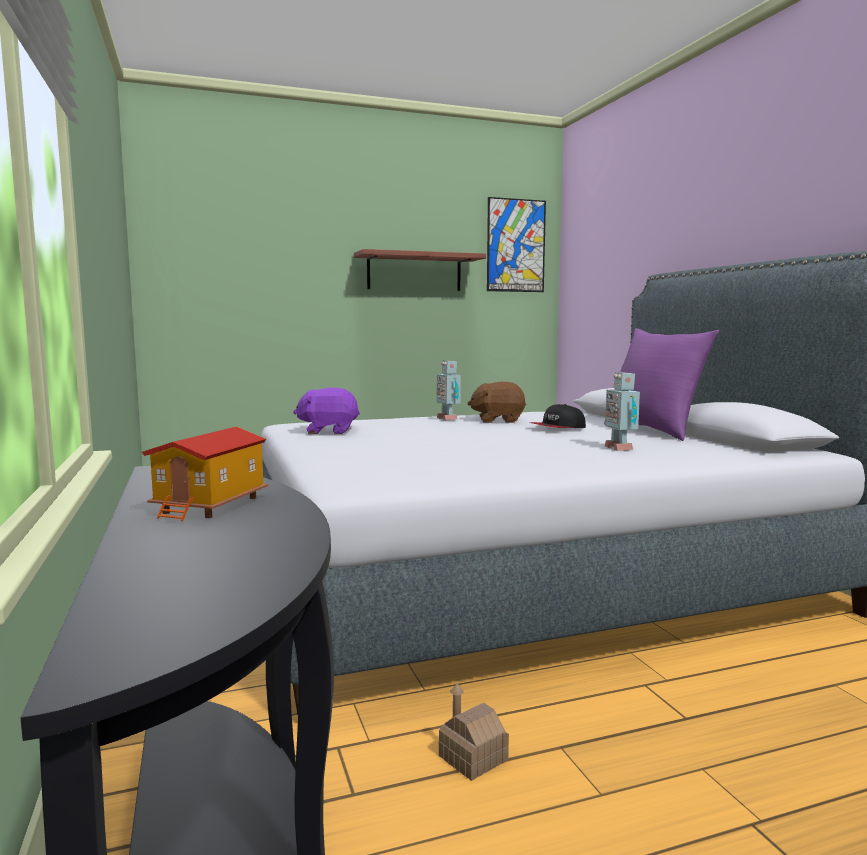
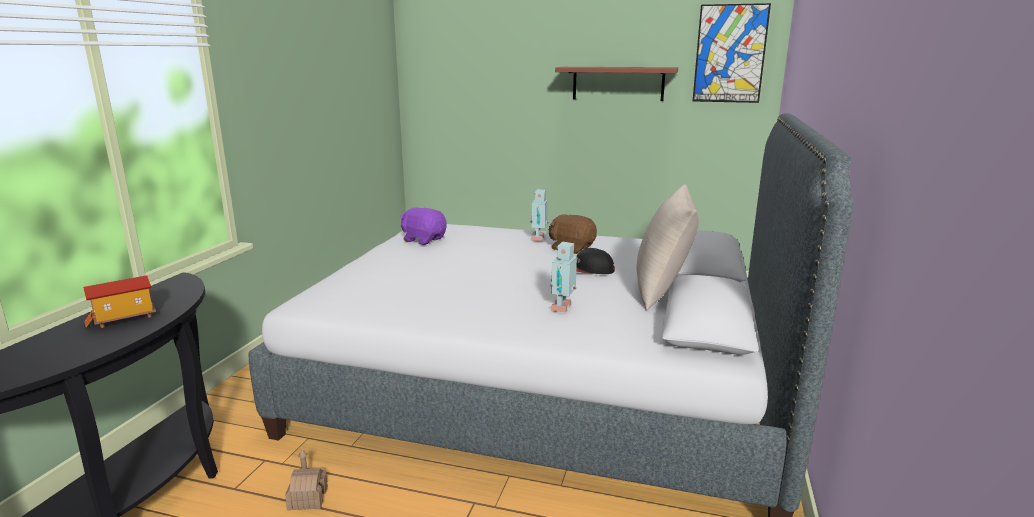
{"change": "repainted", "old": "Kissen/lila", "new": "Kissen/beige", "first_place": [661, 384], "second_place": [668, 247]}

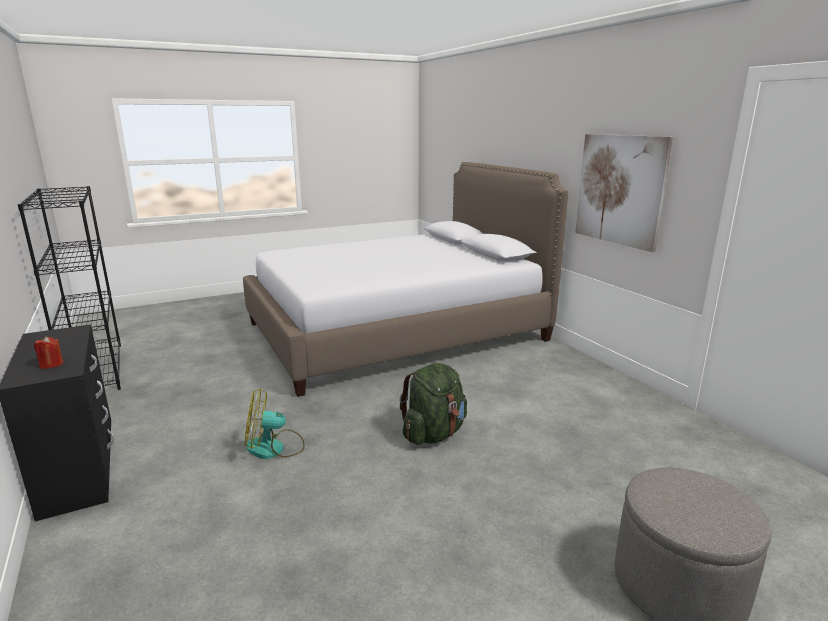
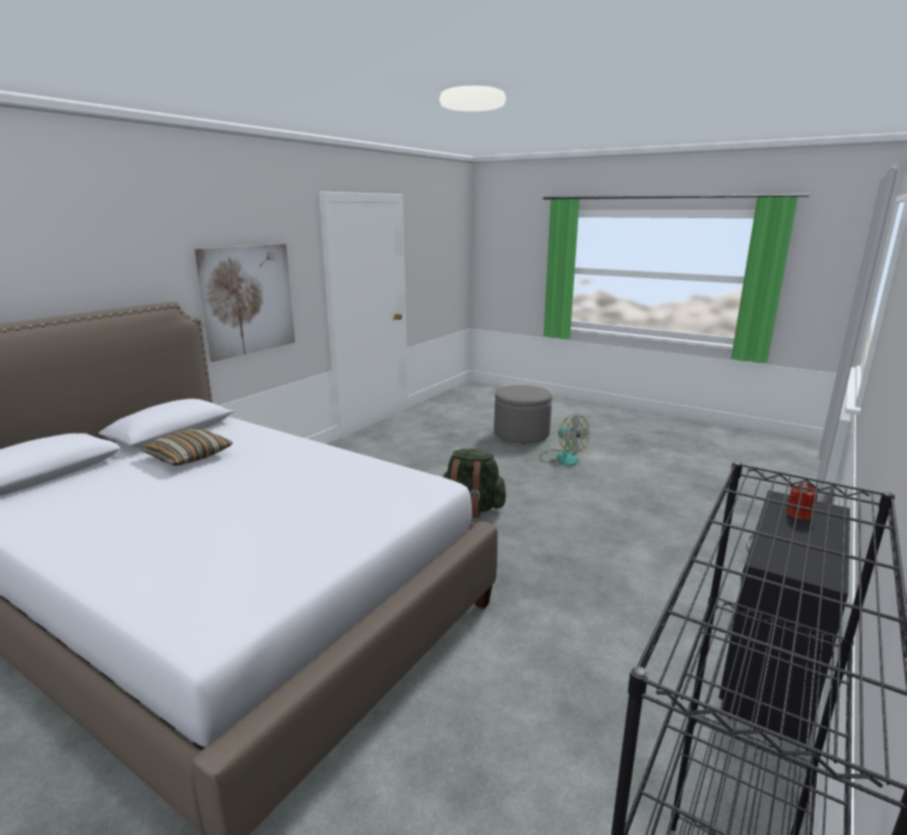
{"change": "shifted", "old": "Ventilator", "first_place": [275, 424], "second_place": [565, 440]}
{"change": "new", "new": "Kissen", "second_place": [186, 447]}

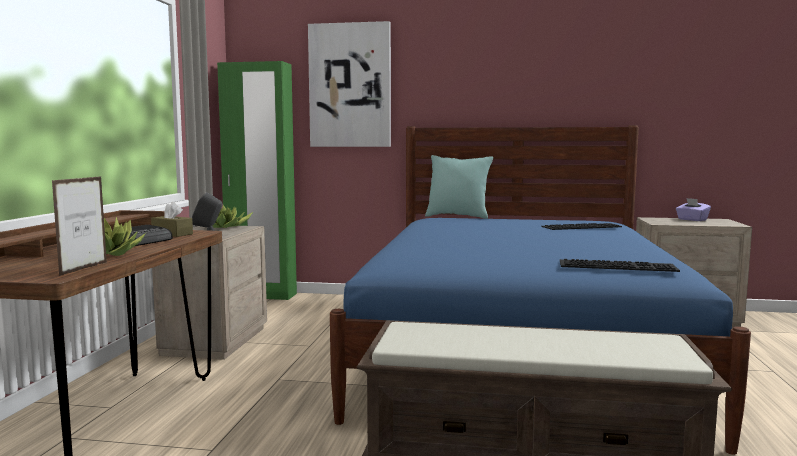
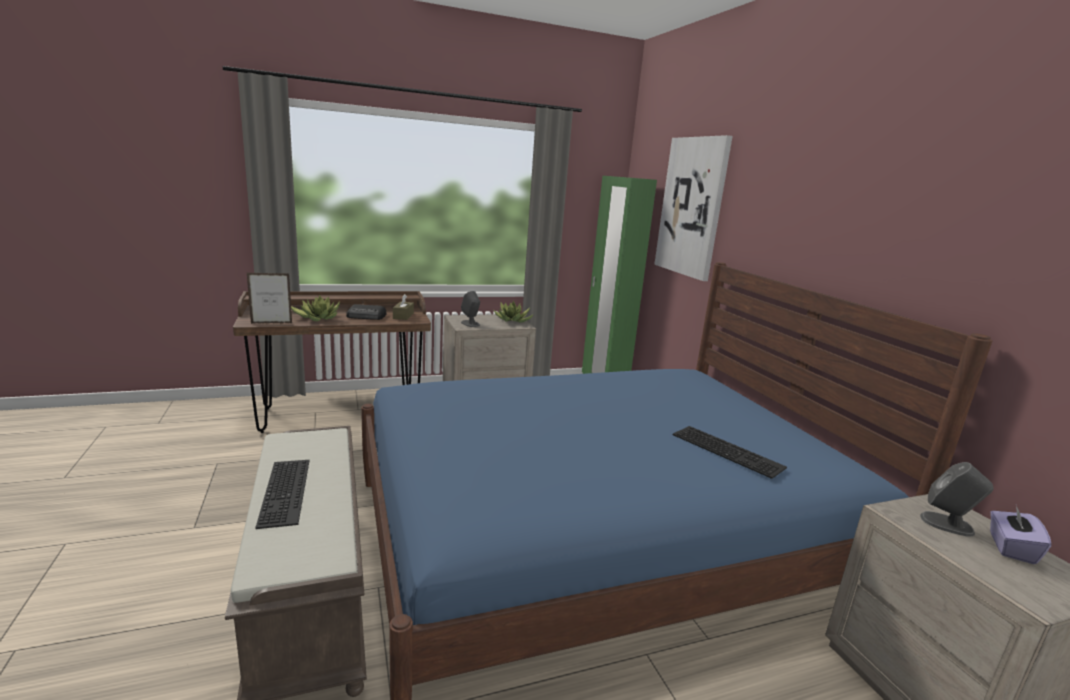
{"change": "gone", "old": "Kissen/türkis", "first_place": [459, 187]}
{"change": "shifted", "old": "Tastatur", "first_place": [620, 265], "second_place": [282, 494]}
{"change": "new", "new": "Lautsprecher/grau", "second_place": [957, 499]}

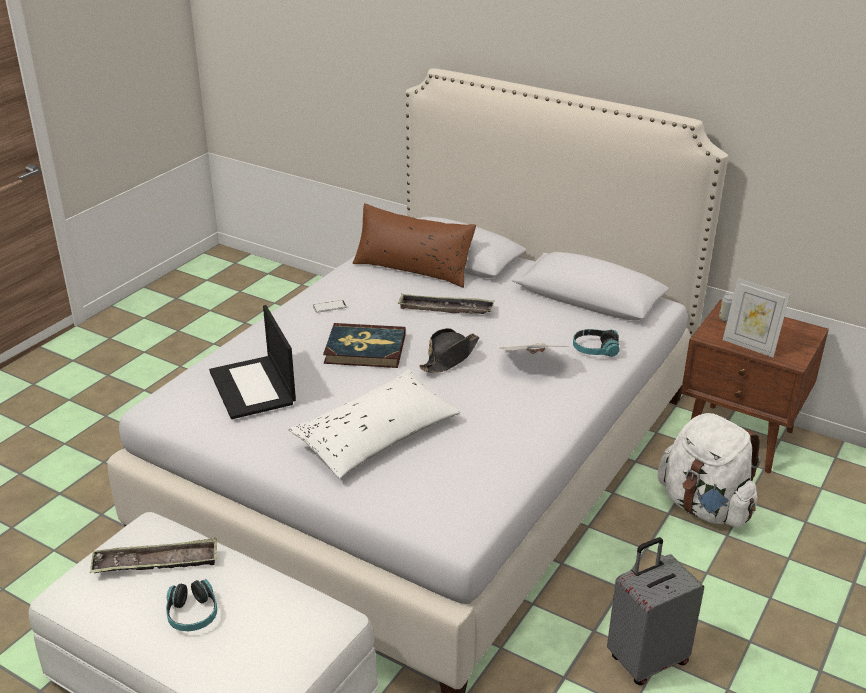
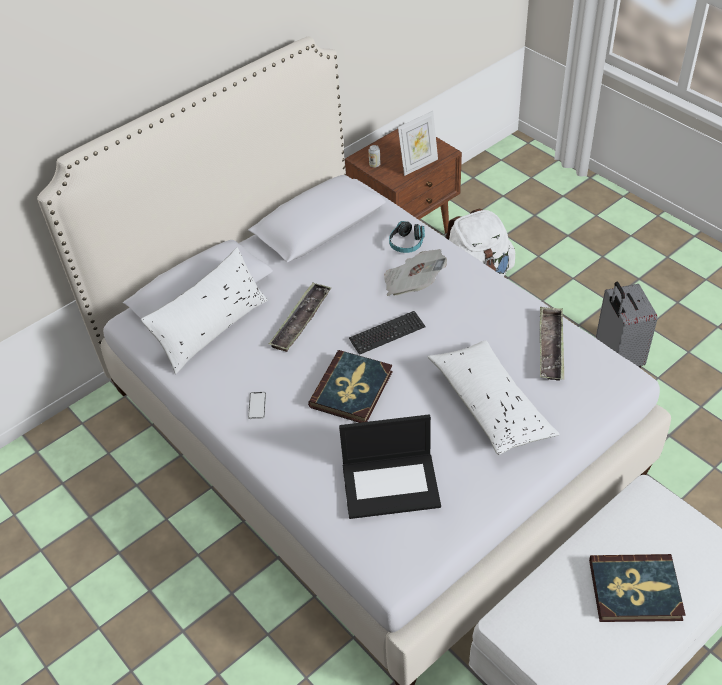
{"change": "repainted", "old": "Kissen/braun", "new": "Kissen/weiß", "first_place": [414, 245], "second_place": [204, 310]}
{"change": "swapped", "old": "Hut/schwarz", "new": "Tastatur", "first_place": [449, 350], "second_place": [387, 333]}
{"change": "shifted", "old": "Tablett", "first_place": [153, 555], "second_place": [552, 344]}
{"change": "swapped", "old": "Kopfhörer", "new": "Buch", "first_place": [191, 605], "second_place": [637, 588]}

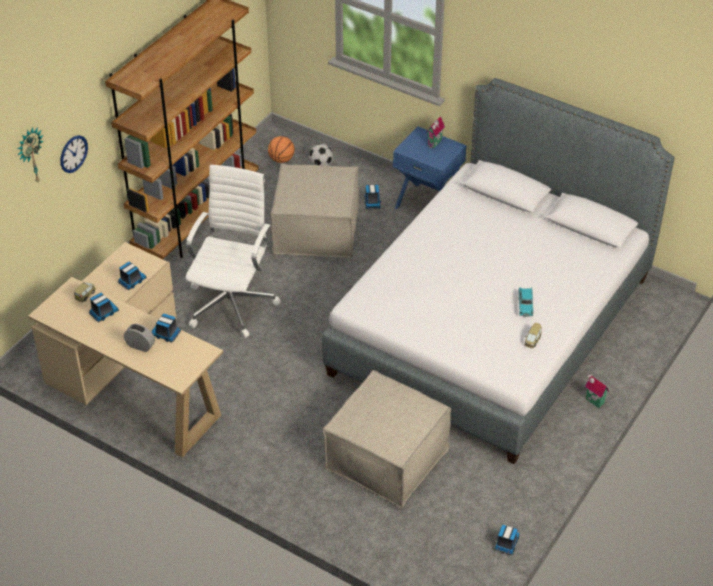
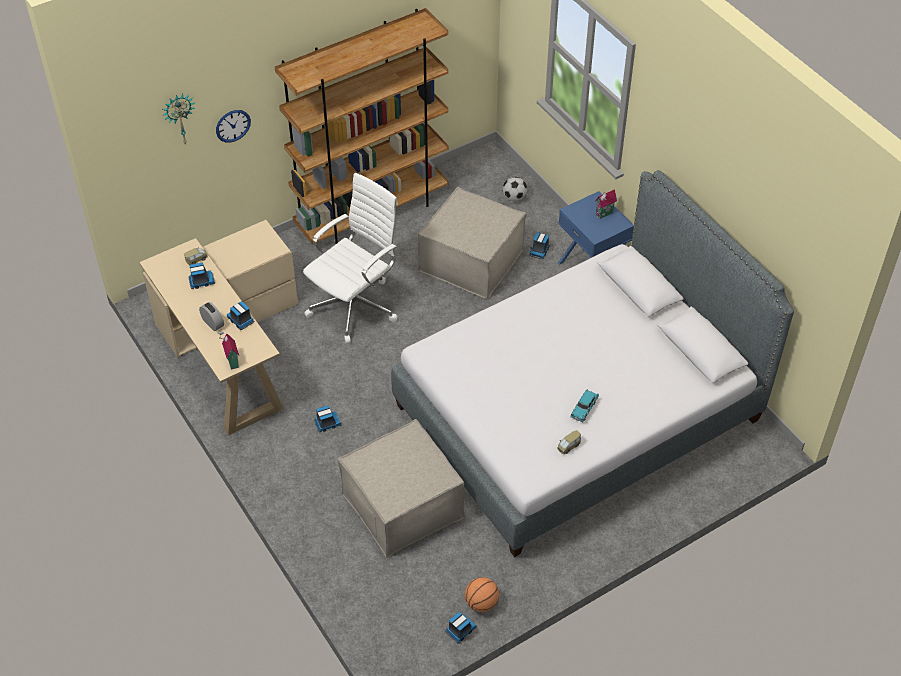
{"change": "shifted", "old": "Basketball", "first_place": [281, 149], "second_place": [482, 594]}
{"change": "shifted", "old": "Spielzeuglaster", "first_place": [132, 276], "second_place": [327, 419]}
{"change": "shifted", "old": "Spielzeughaus", "first_place": [597, 390], "second_place": [228, 349]}

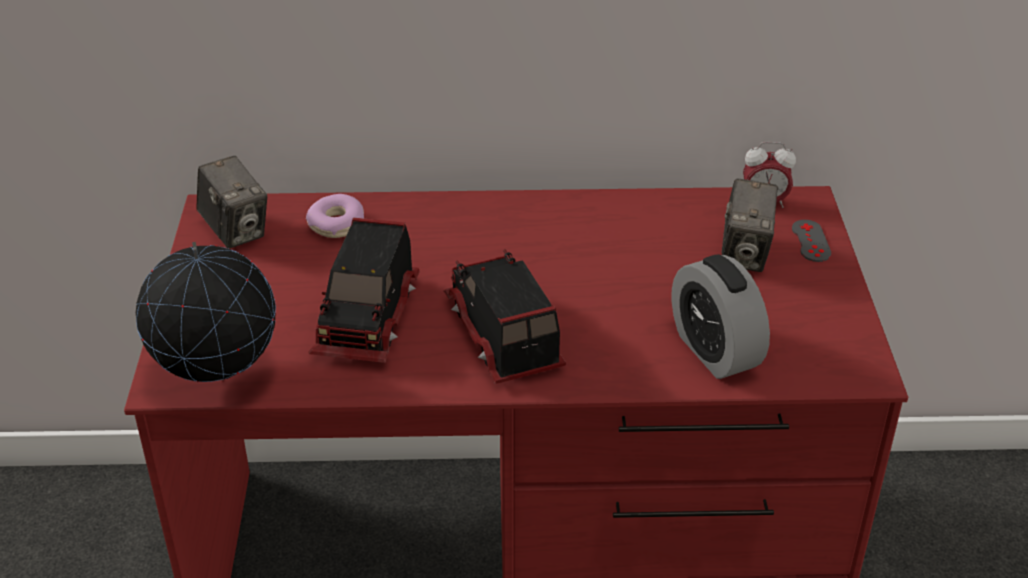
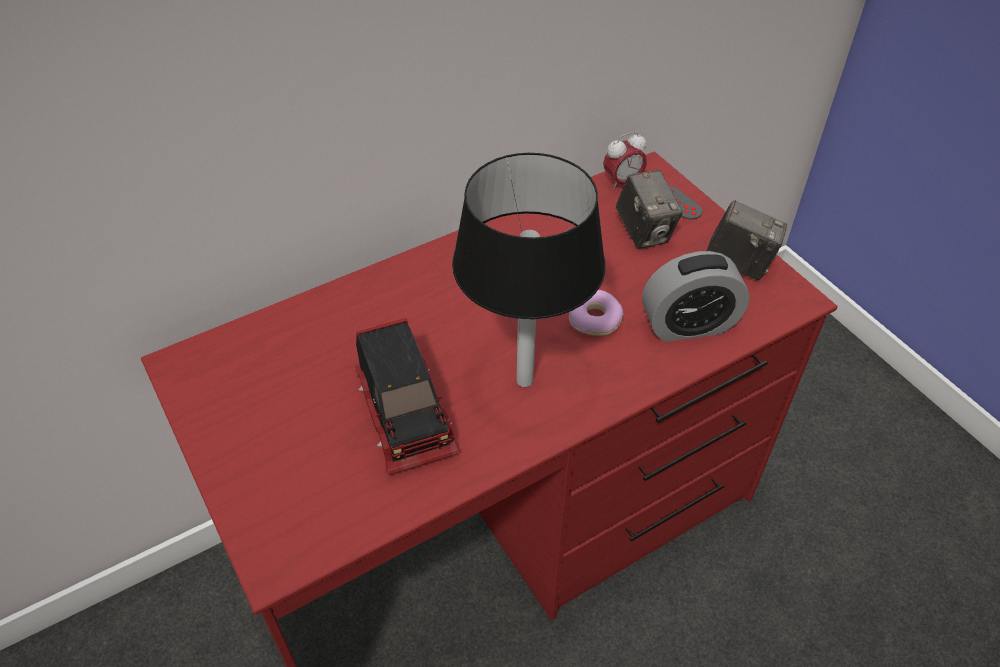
{"change": "shifted", "old": "Kamera", "first_place": [232, 202], "second_place": [746, 240]}
{"change": "shifted", "old": "Donut", "first_place": [335, 216], "second_place": [596, 313]}
{"change": "gone", "old": "Globus", "first_place": [206, 312]}
{"change": "swapped", "old": "Spielzeuglaster", "new": "Tischlampe/schwarz", "first_place": [505, 316], "second_place": [529, 270]}
{"change": "rotated", "old": "Wecker", "first_place": [721, 317], "second_place": [696, 296], "degrees": -45}

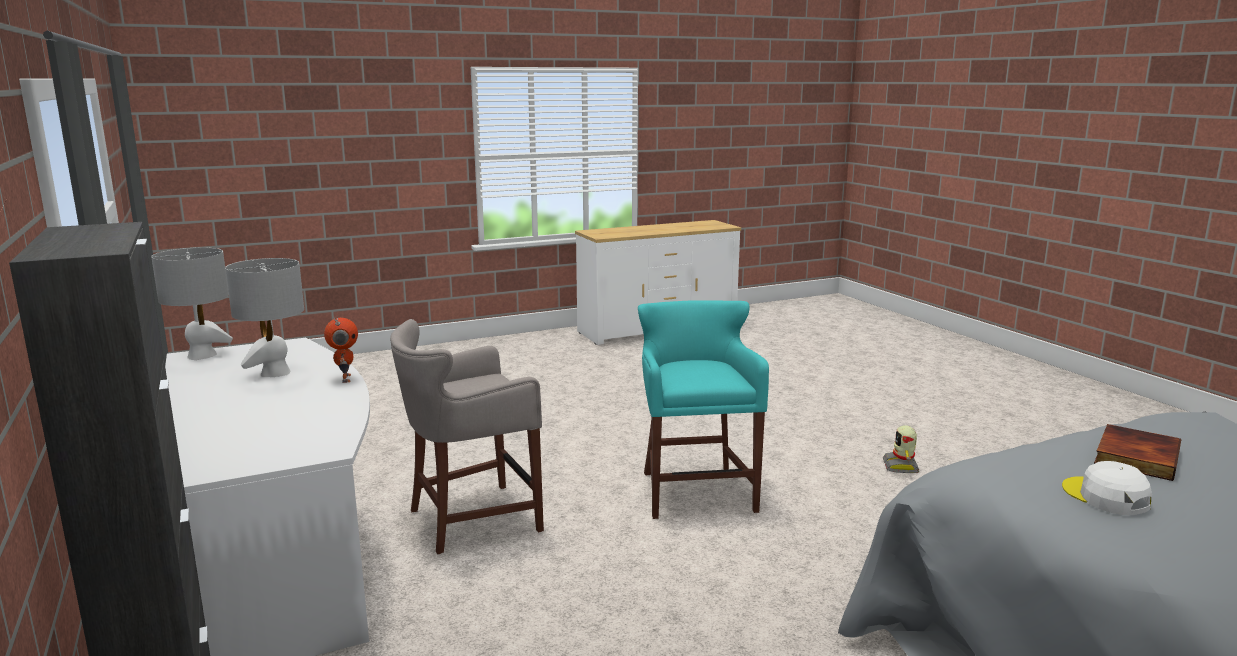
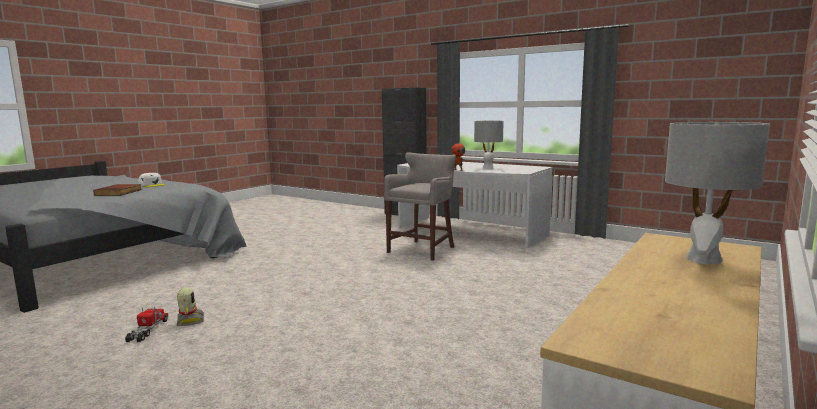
{"change": "shifted", "old": "Tischlampe/grau", "first_place": [192, 303], "second_place": [717, 193]}
{"change": "gone", "old": "Hocker/türkis", "first_place": [703, 409]}
{"change": "new", "new": "Spielzeuglaster", "second_place": [146, 324]}

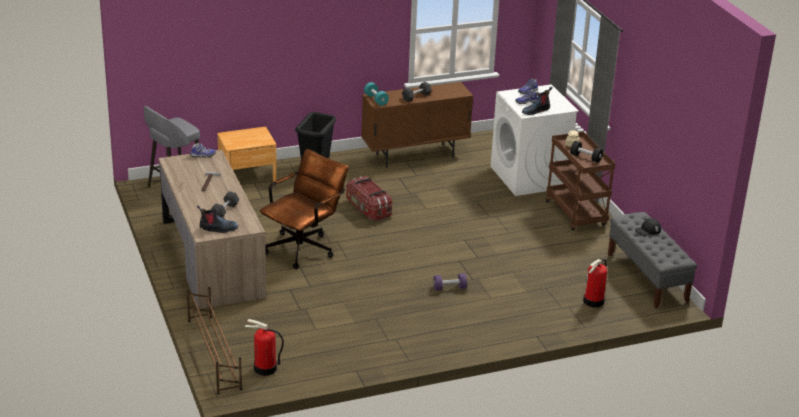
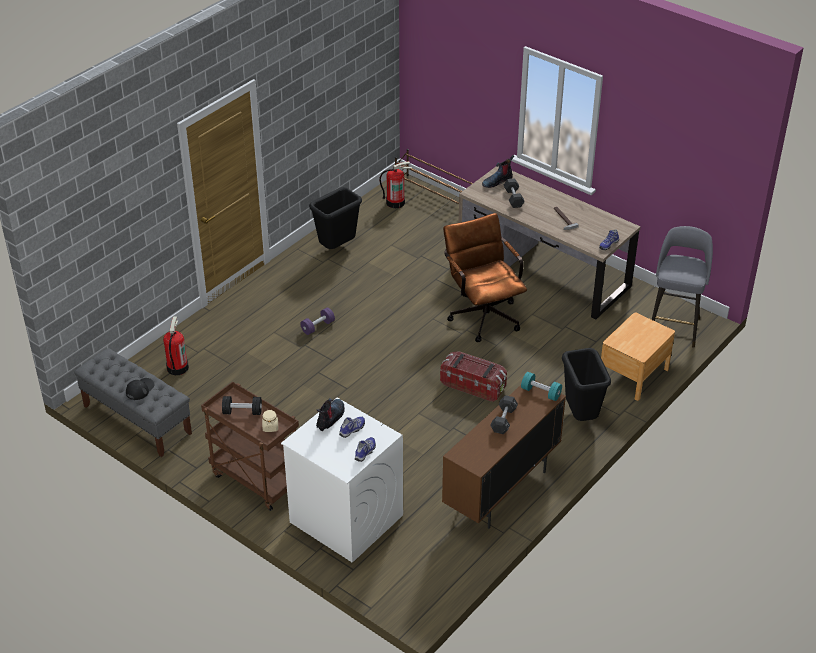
{"change": "rotated", "old": "Bürostuhl/braun", "first_place": [304, 209], "second_place": [485, 277], "degrees": 150}
{"change": "new", "new": "Mülleimer/schwarz", "second_place": [335, 218]}

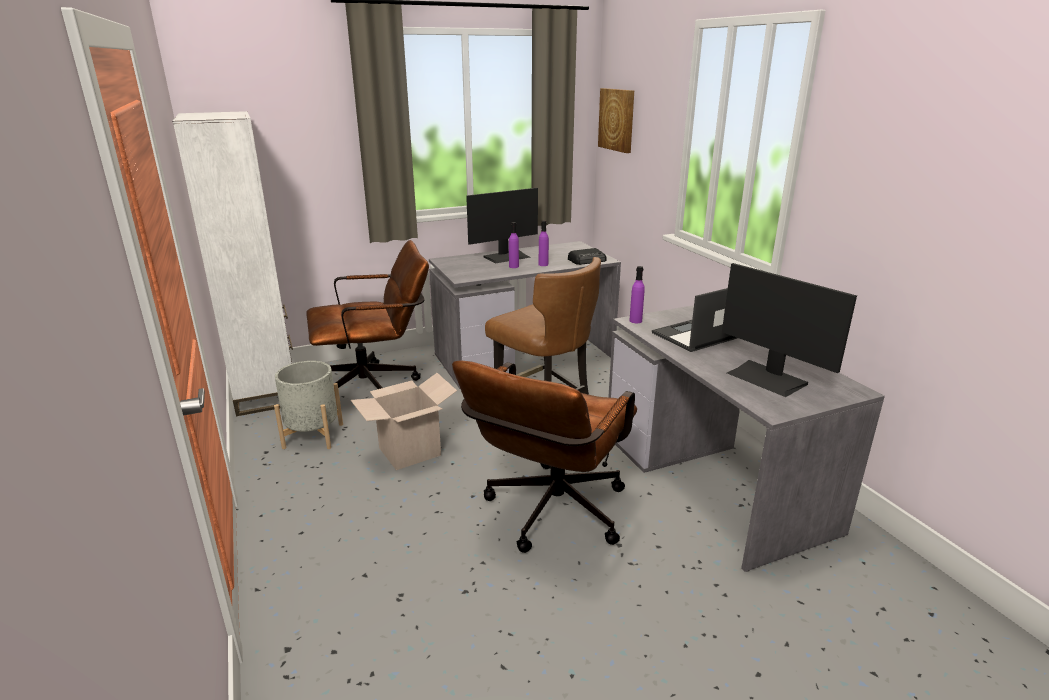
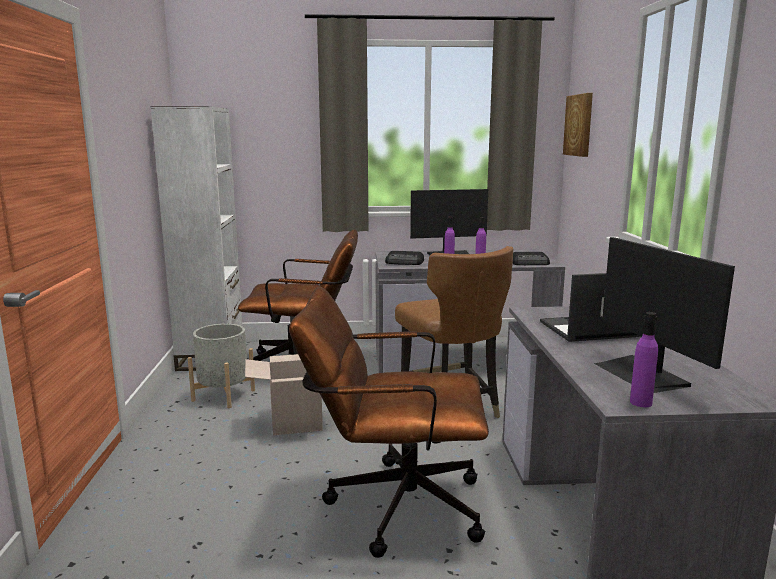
{"change": "shifted", "old": "Flasche/lila", "first_place": [637, 294], "second_place": [644, 359]}
{"change": "rotated", "old": "Bürostuhl/braun", "first_place": [544, 457], "second_place": [389, 422], "degrees": 45}
{"change": "new", "new": "Radio", "second_place": [404, 258]}

